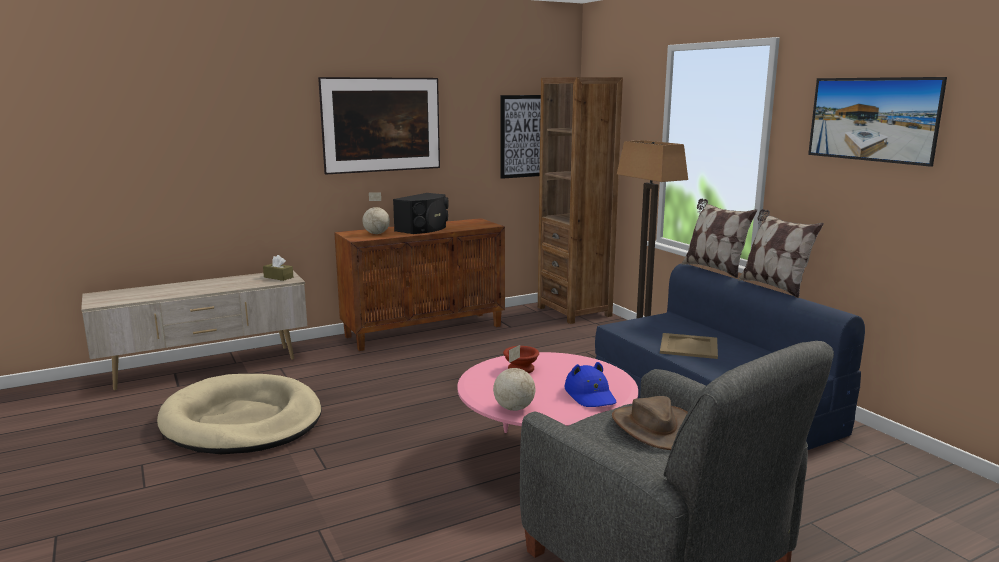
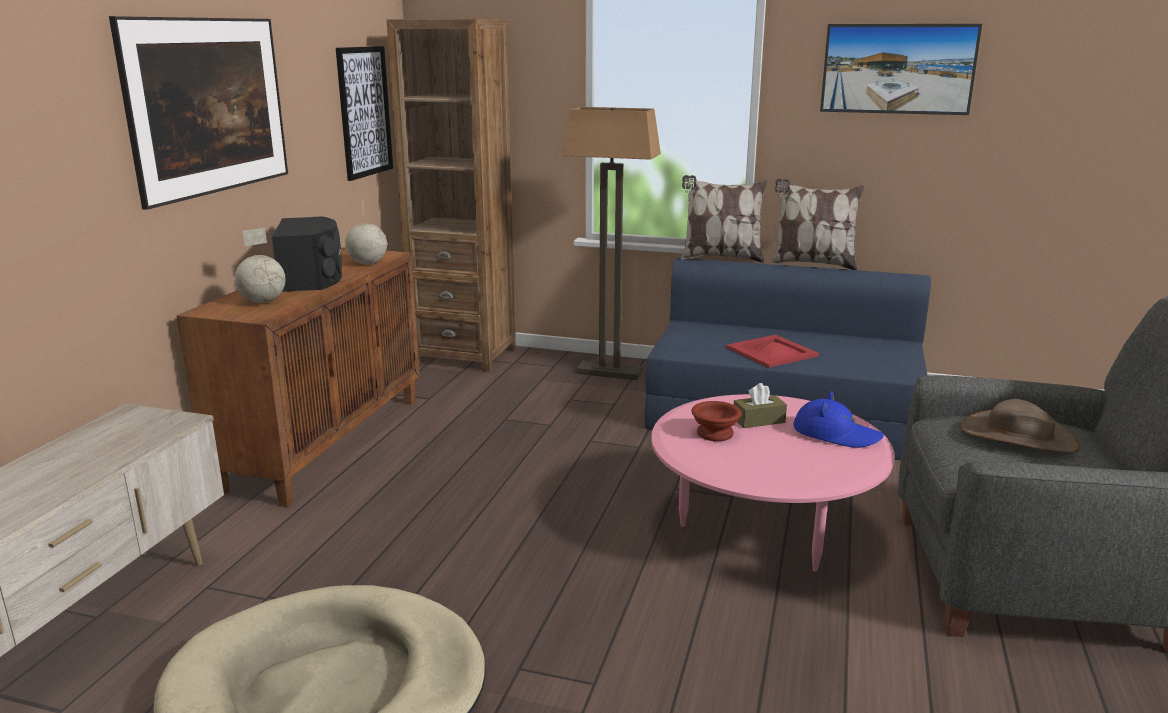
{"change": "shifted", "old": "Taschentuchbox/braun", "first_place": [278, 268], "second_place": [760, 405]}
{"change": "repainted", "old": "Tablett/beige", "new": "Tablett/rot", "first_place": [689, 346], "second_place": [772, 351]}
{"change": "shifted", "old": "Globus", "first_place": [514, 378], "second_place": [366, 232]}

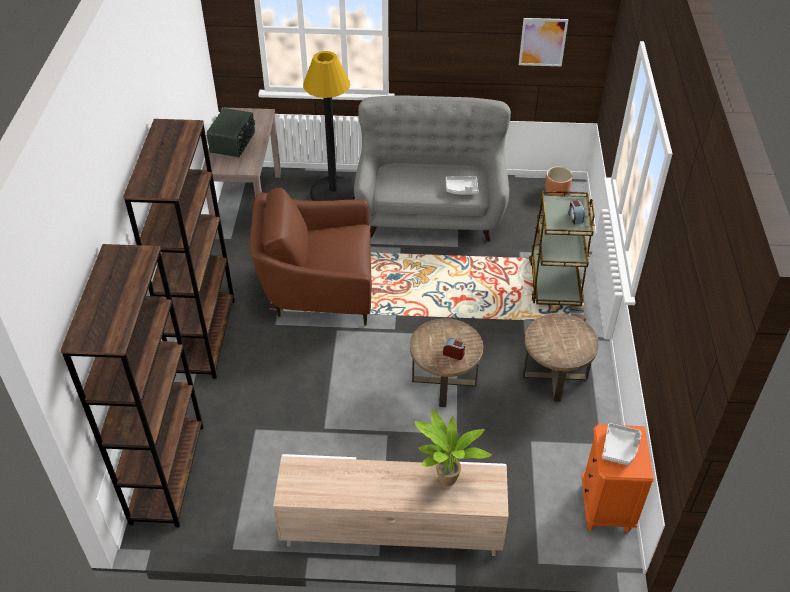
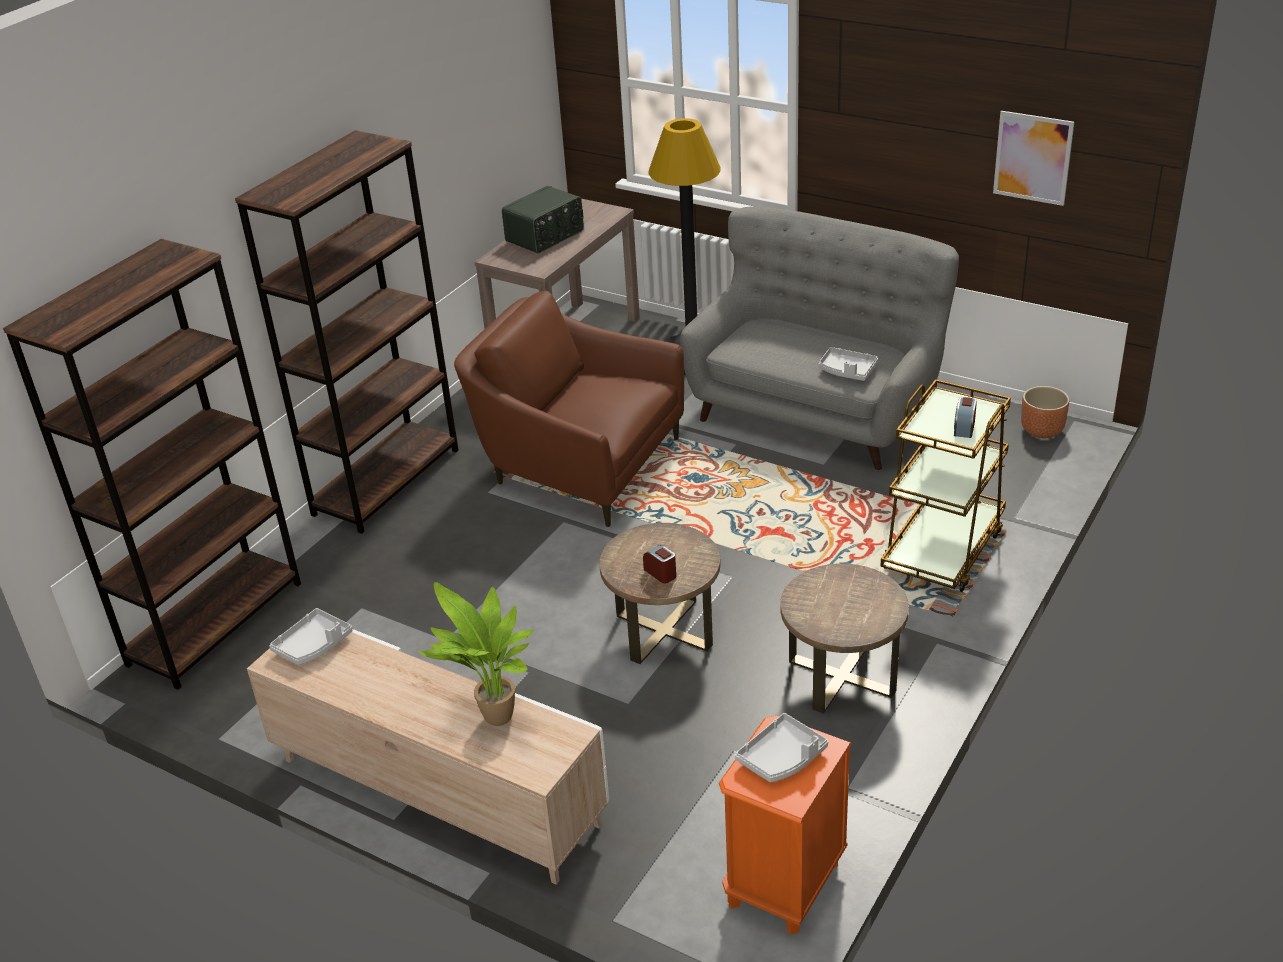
{"change": "new", "new": "Tablett/grau", "second_place": [311, 636]}

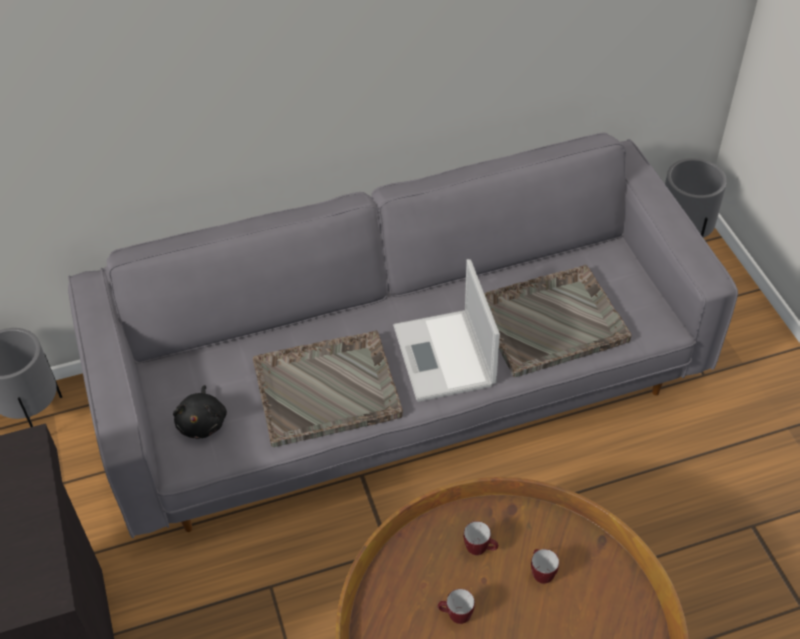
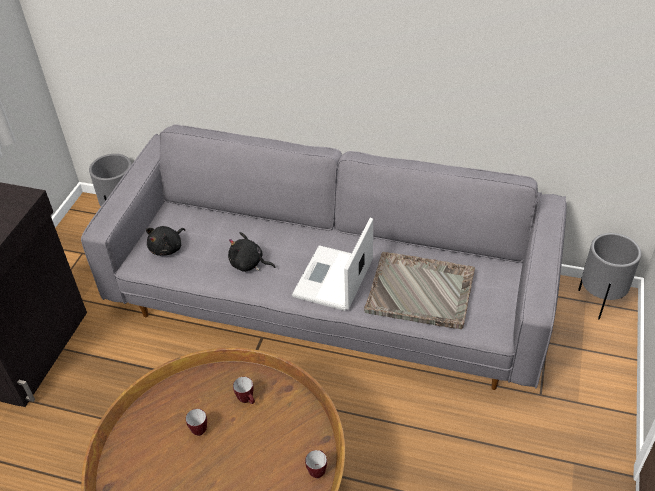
{"change": "swapped", "old": "Tablett/grau", "new": "Plüschtier/schwarz", "first_place": [328, 388], "second_place": [251, 252]}
{"change": "shifted", "old": "Henkelbecher", "first_place": [545, 566], "second_place": [316, 464]}

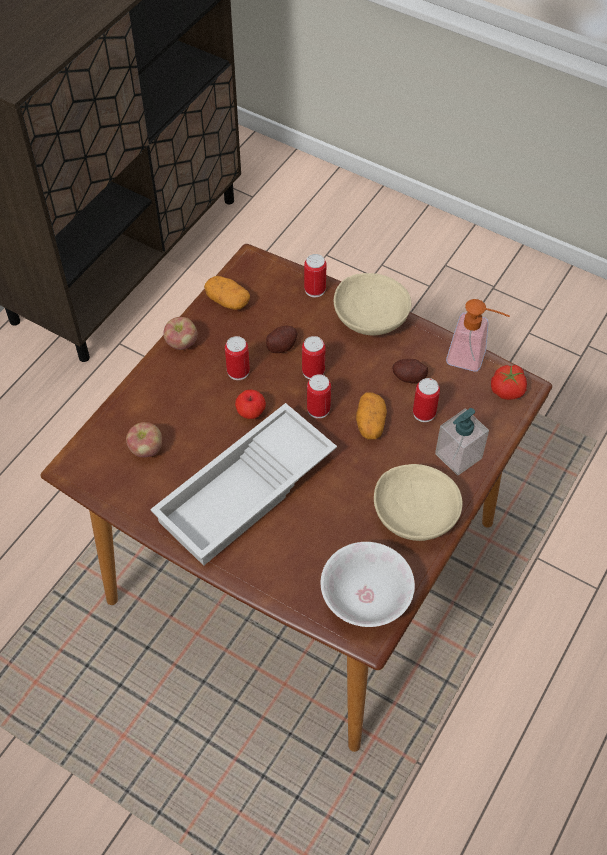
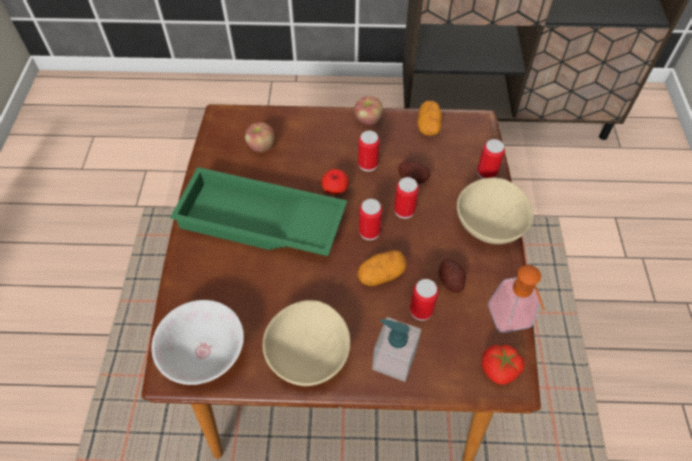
{"change": "repainted", "old": "Tablett/weiß", "new": "Tablett/grün", "first_place": [243, 484], "second_place": [258, 211]}

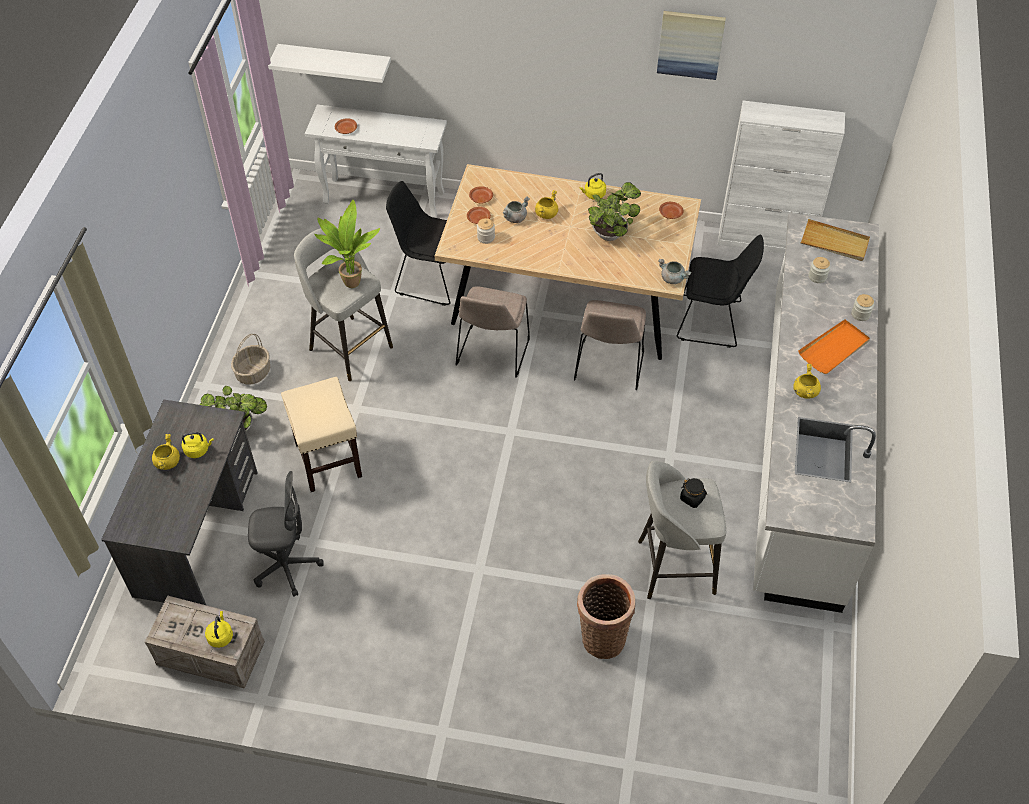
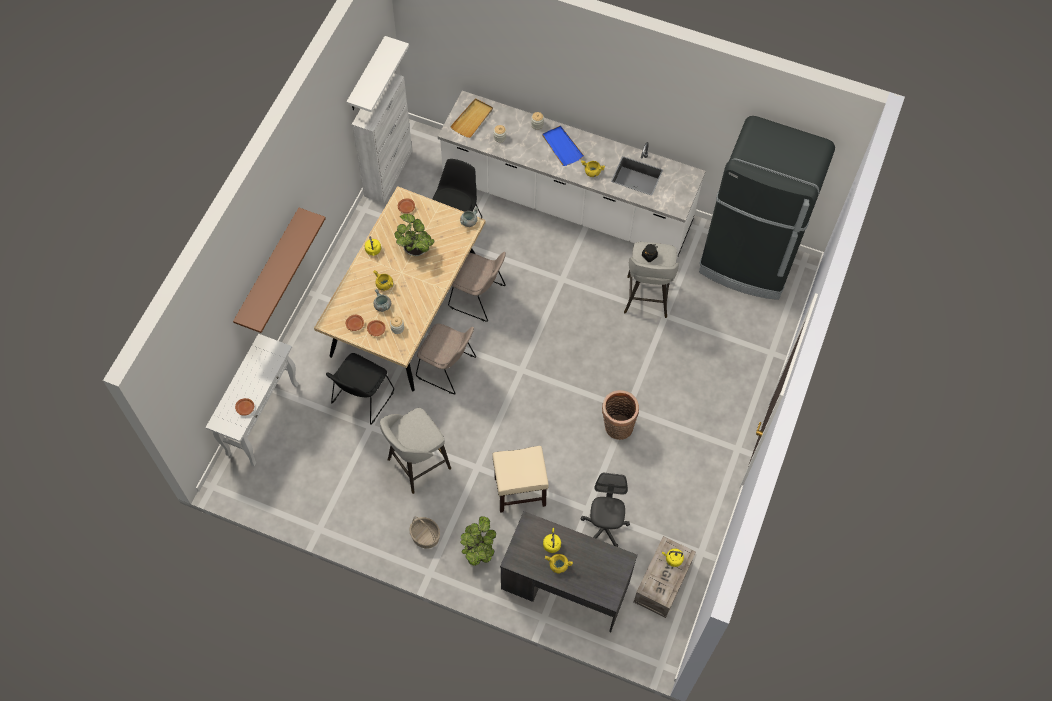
{"change": "gone", "old": "Bild", "first_place": [691, 45]}
{"change": "shifted", "old": "Wandregal/weiß", "first_place": [329, 63], "second_place": [377, 74]}
{"change": "gone", "old": "Topfpflanze", "first_place": [347, 244]}
{"change": "repainted", "old": "Tablett/orange", "new": "Tablett/blau", "first_place": [834, 347], "second_place": [563, 145]}
{"change": "shifted", "old": "Korb", "first_place": [606, 616], "second_place": [620, 415]}
{"change": "new", "new": "Kühlschrank/schwarz", "second_place": [767, 208]}
{"change": "new", "new": "Wandregal/braun", "second_place": [279, 270]}

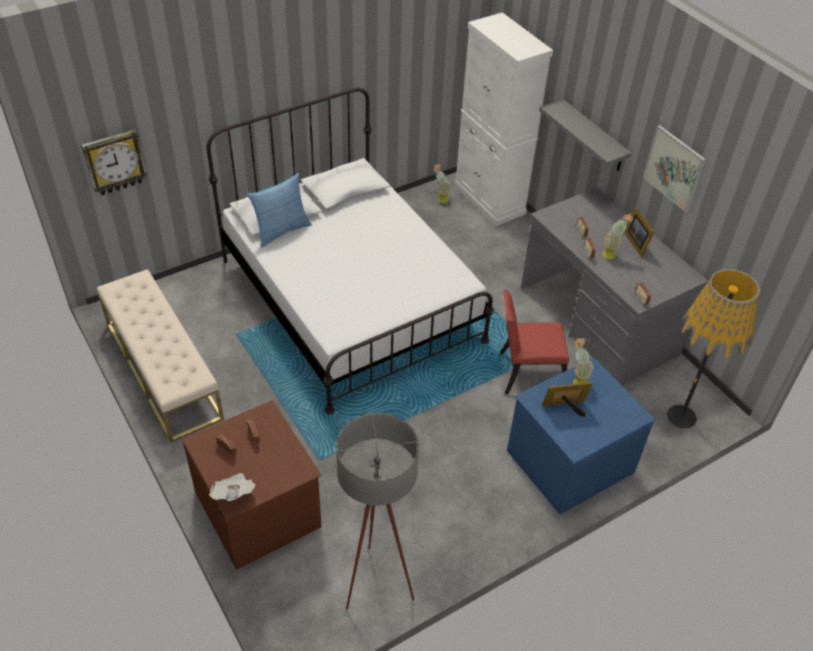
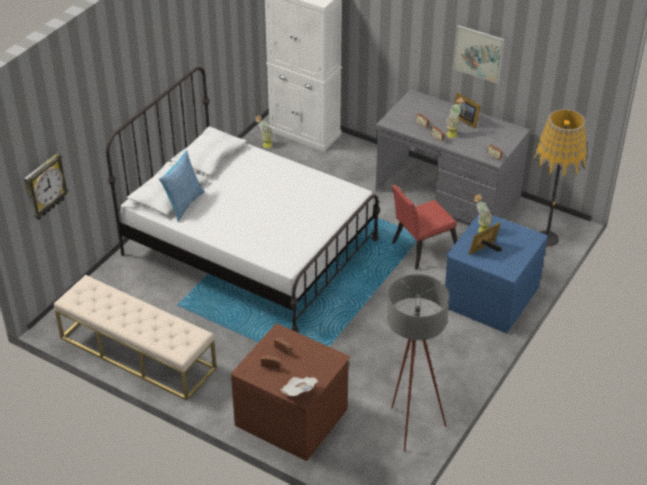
{"change": "gone", "old": "Wandregal/grau", "first_place": [585, 135]}

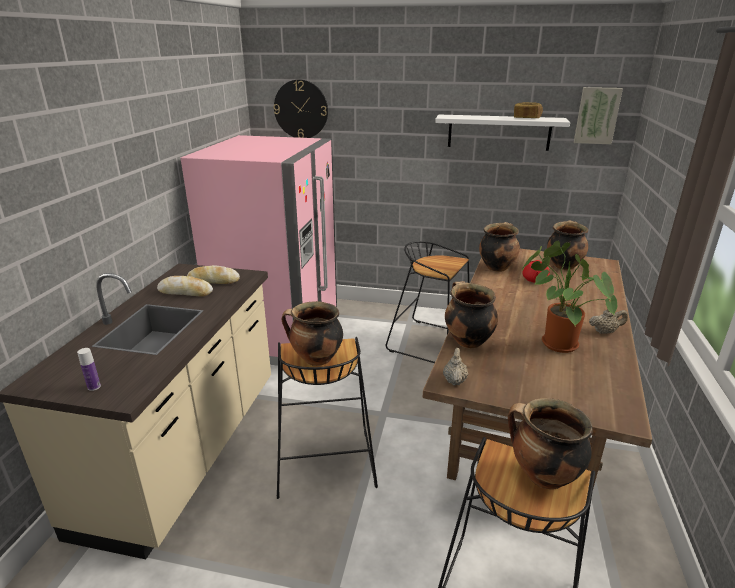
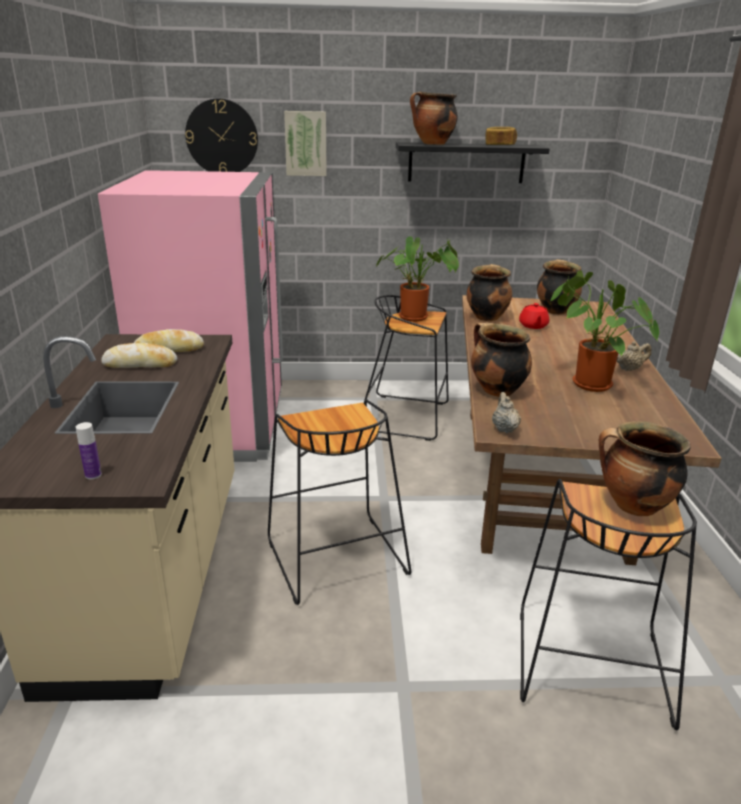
{"change": "shifted", "old": "Bild", "first_place": [598, 115], "second_place": [305, 143]}
{"change": "repainted", "old": "Wandregal/weiß", "new": "Wandregal/schwarz", "first_place": [502, 133], "second_place": [472, 162]}
{"change": "shifted", "old": "Kochtopf", "first_place": [312, 333], "second_place": [434, 118]}
{"change": "new", "new": "Topfpflanze", "second_place": [418, 279]}

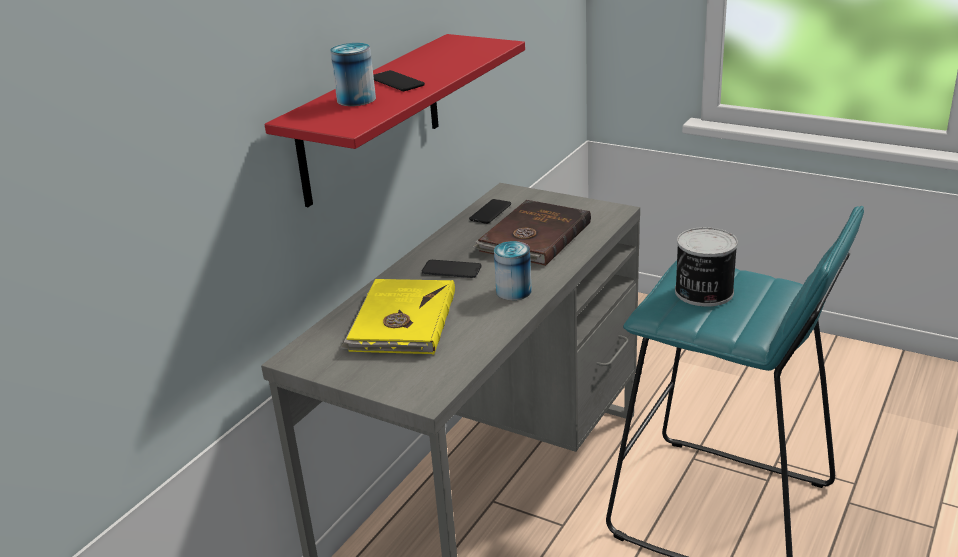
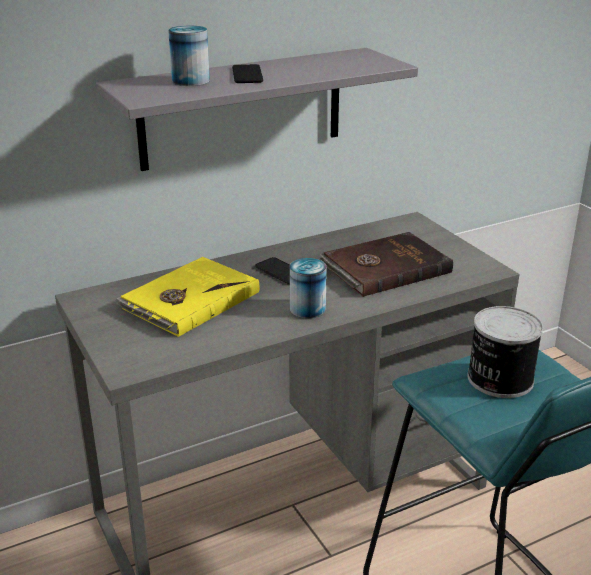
{"change": "repainted", "old": "Wandregal/rot", "new": "Wandregal/grau", "first_place": [395, 120], "second_place": [257, 109]}
{"change": "gone", "old": "Handy", "first_place": [490, 211]}

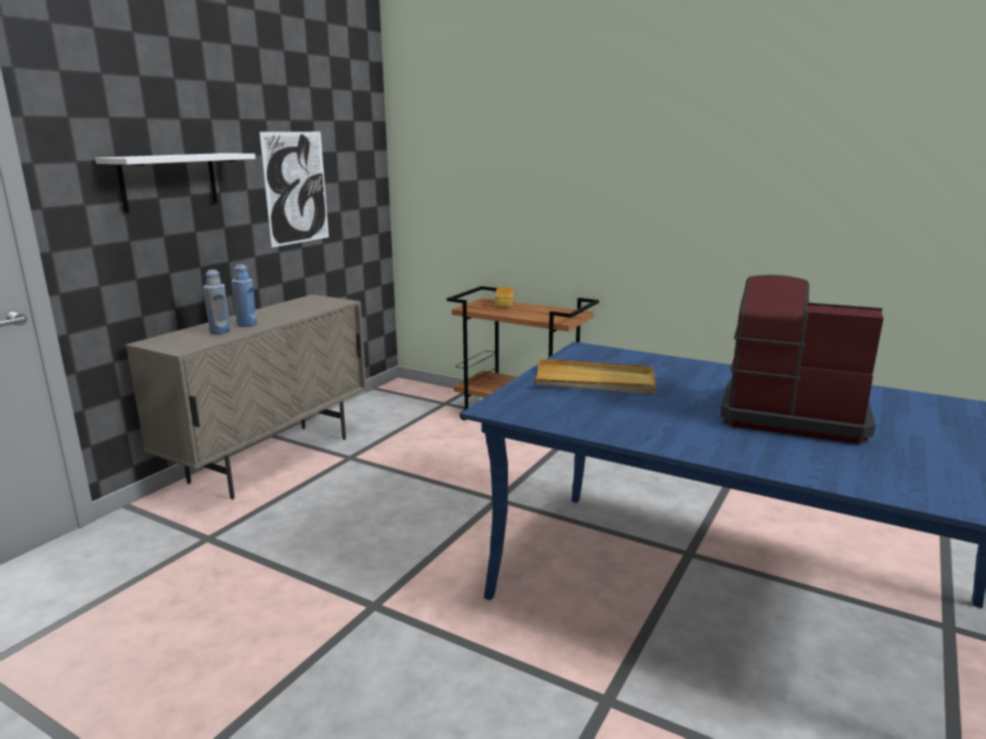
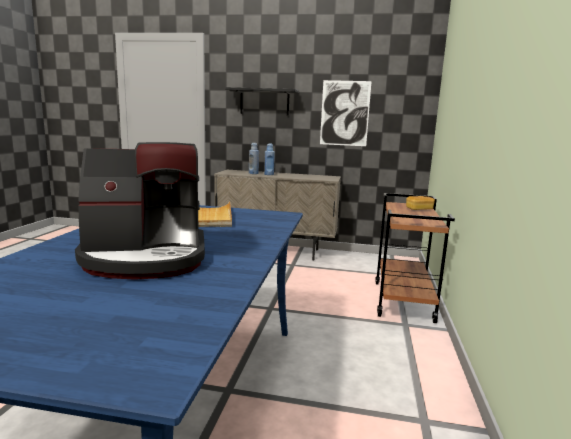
{"change": "repainted", "old": "Wandregal/weiß", "new": "Wandregal/schwarz", "first_place": [175, 183], "second_place": [262, 101]}
{"change": "rotated", "old": "Kaffeemaschine", "first_place": [802, 359], "second_place": [140, 211], "degrees": 75}

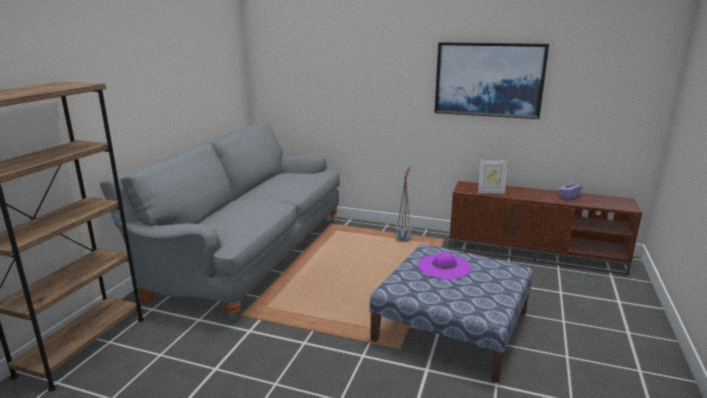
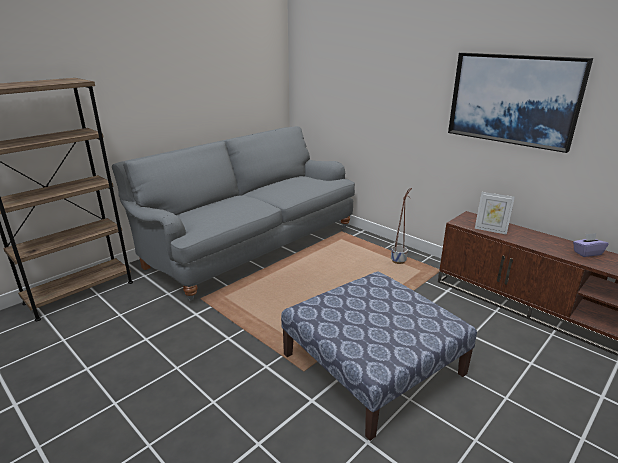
{"change": "gone", "old": "Hut/lila", "first_place": [444, 266]}

